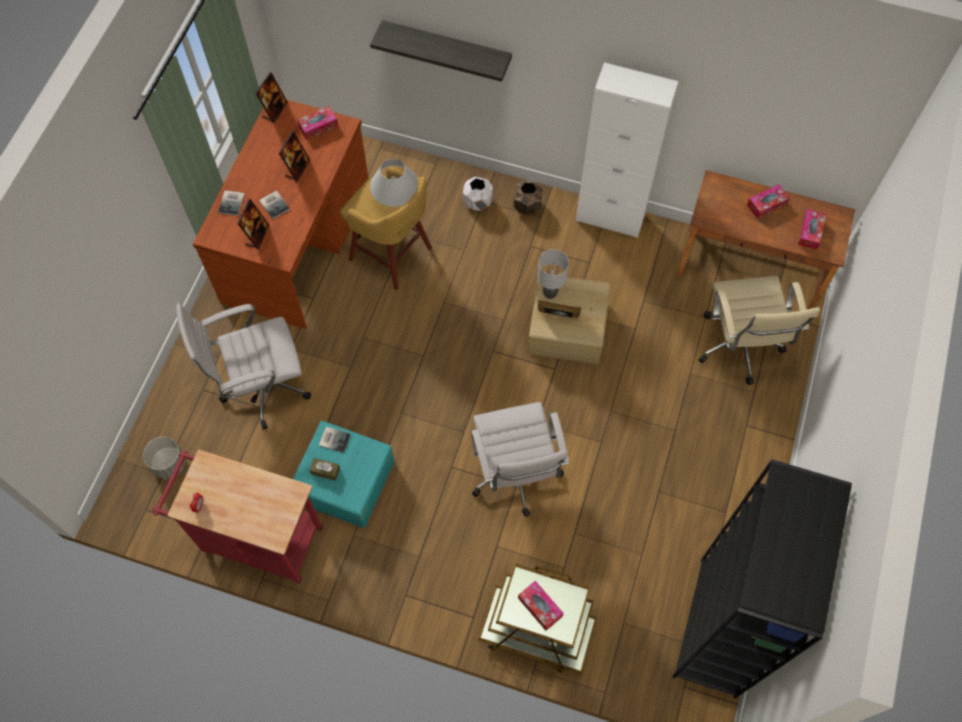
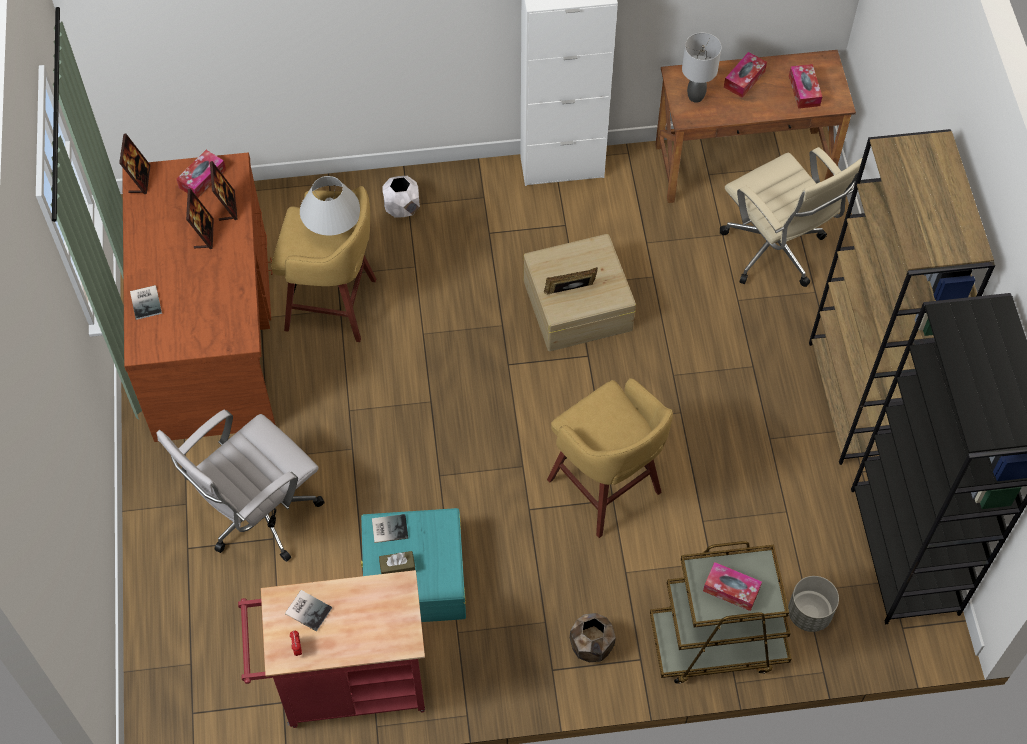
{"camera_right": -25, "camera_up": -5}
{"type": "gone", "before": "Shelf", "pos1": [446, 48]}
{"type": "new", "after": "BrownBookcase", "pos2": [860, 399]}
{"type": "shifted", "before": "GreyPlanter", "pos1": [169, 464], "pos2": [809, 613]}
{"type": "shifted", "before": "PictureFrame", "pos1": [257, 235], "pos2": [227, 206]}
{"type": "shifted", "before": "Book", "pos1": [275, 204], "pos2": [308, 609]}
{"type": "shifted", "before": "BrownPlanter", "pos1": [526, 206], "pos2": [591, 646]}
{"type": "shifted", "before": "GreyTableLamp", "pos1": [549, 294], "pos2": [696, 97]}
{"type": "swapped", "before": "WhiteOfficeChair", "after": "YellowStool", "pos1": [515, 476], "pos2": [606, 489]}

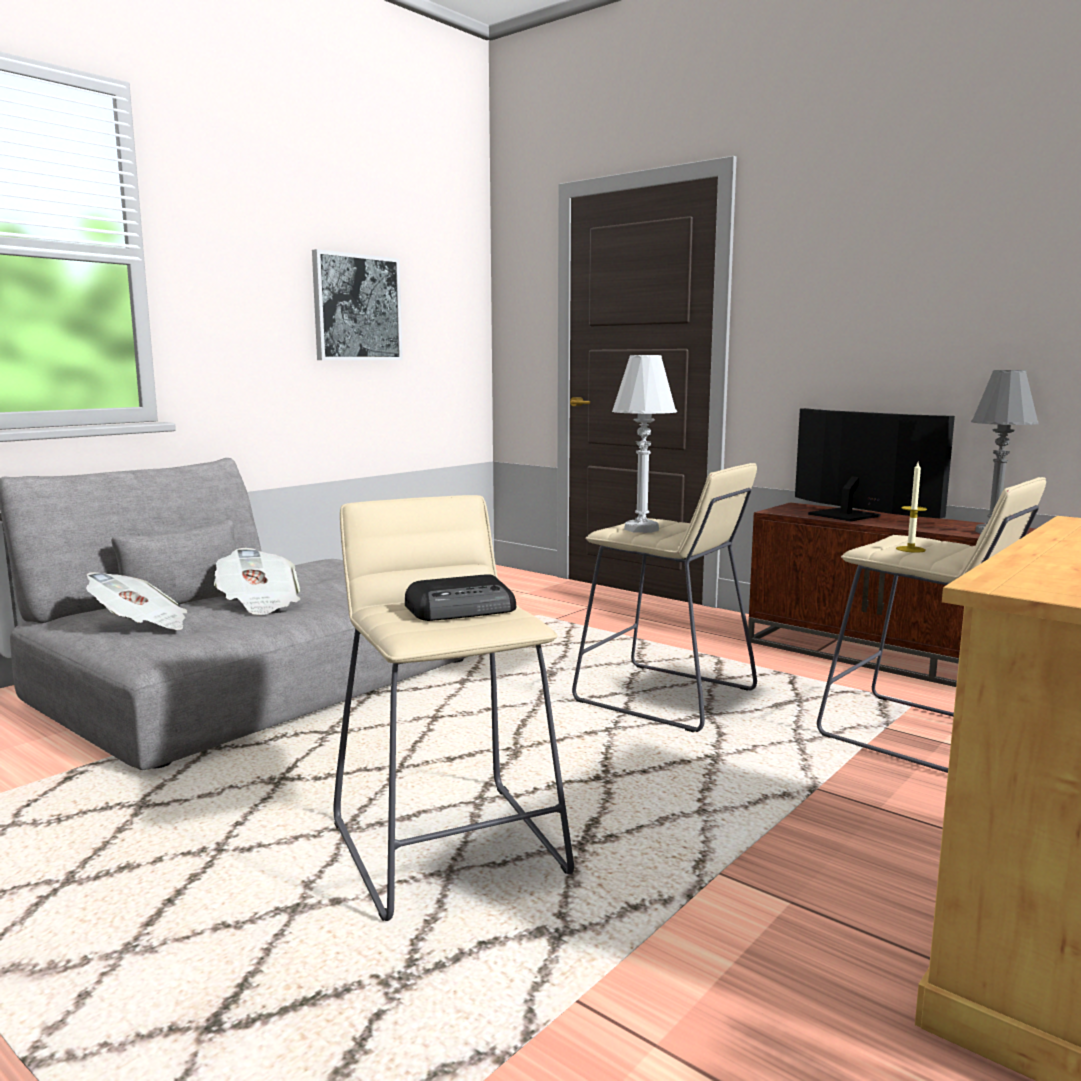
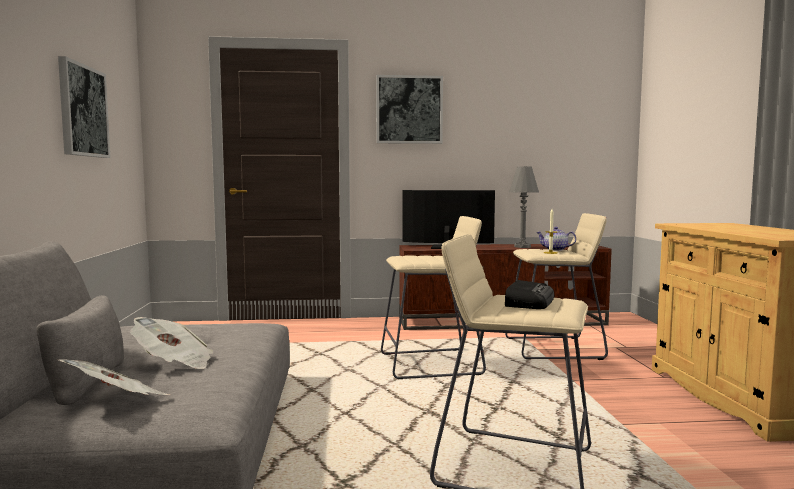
{"camera_right": -45, "camera_up": -5}
{"type": "gone", "before": "WhiteTableLamp", "pos1": [641, 529]}
{"type": "new", "after": "Picture", "pos2": [409, 110]}
{"type": "new", "after": "Teapot", "pos2": [555, 249]}

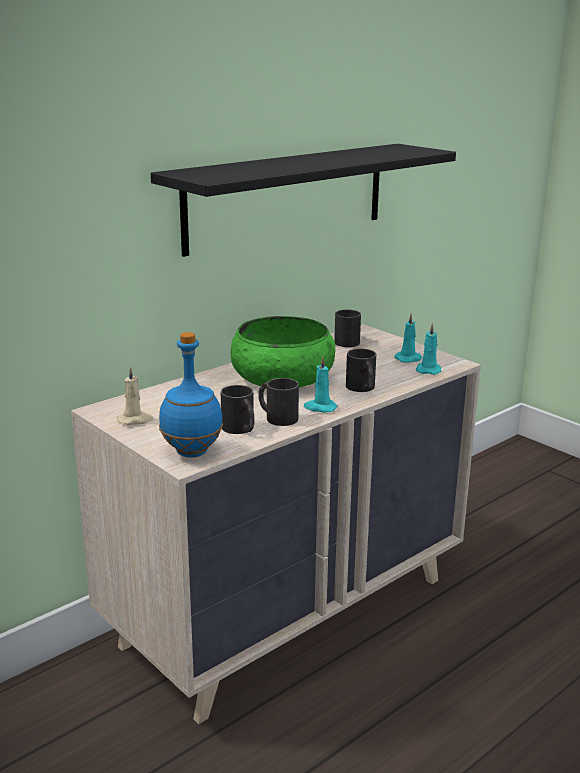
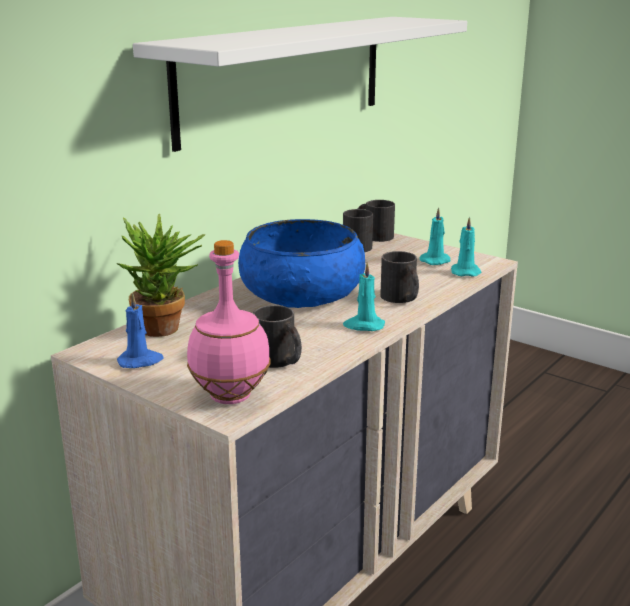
{"camera_right": -10, "camera_up": 0}
{"type": "new", "after": "PottedPlant", "pos2": [166, 330]}
{"type": "shifted", "before": "BlackMug", "pos1": [276, 417], "pos2": [373, 236]}
{"type": "repainted", "before": "BeigeCandle", "after": "BlueCandle", "pos1": [135, 420], "pos2": [140, 361]}
{"type": "repainted", "before": "BlackShelf", "after": "WhiteShelf", "pos1": [287, 196], "pos2": [284, 77]}
{"type": "repainted", "before": "BlueBottle", "after": "PinkBottle", "pos1": [192, 451], "pos2": [230, 396]}
{"type": "repainted", "before": "GreenBowl", "after": "BlueBowl", "pos1": [282, 377], "pos2": [302, 293]}

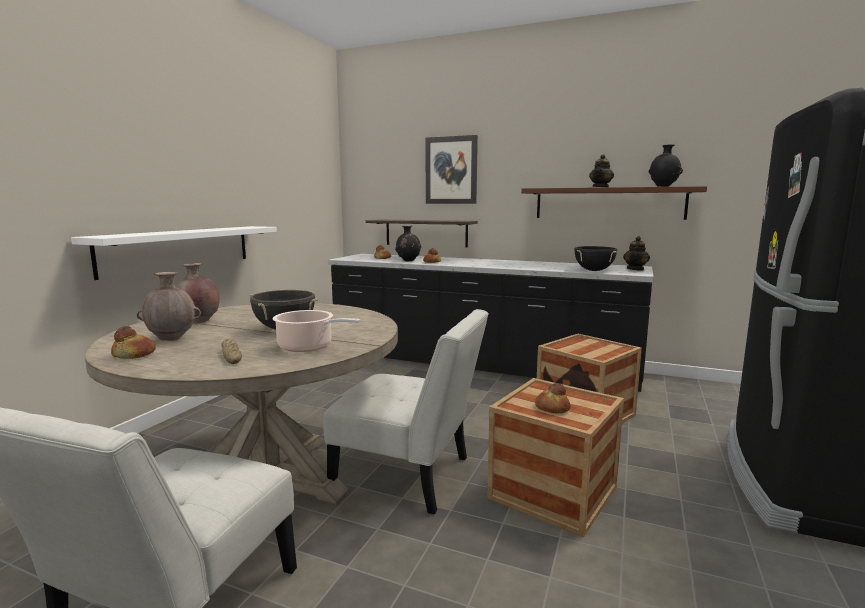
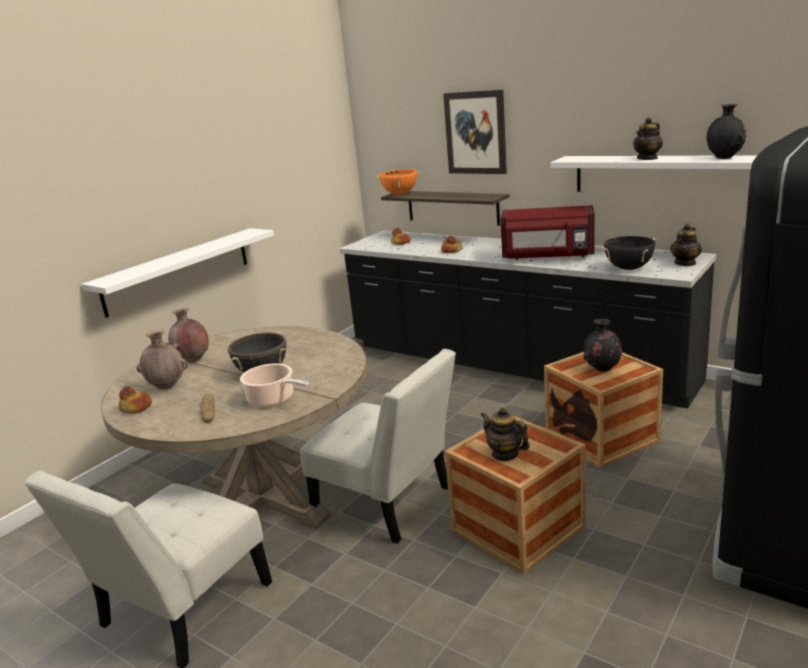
{"camera_right": 15, "camera_up": 10}
{"type": "new", "after": "OrangeCookingPot", "pos2": [399, 194]}
{"type": "new", "after": "RedMicrowave", "pos2": [547, 256]}
{"type": "shifted", "before": "BlackVase", "pos1": [408, 261], "pos2": [602, 369]}
{"type": "swapped", "before": "Bread", "after": "Teapot", "pos1": [552, 408], "pos2": [505, 454]}
{"type": "repainted", "before": "BrownShelf", "after": "WhiteShelf", "pos1": [608, 203], "pos2": [662, 174]}

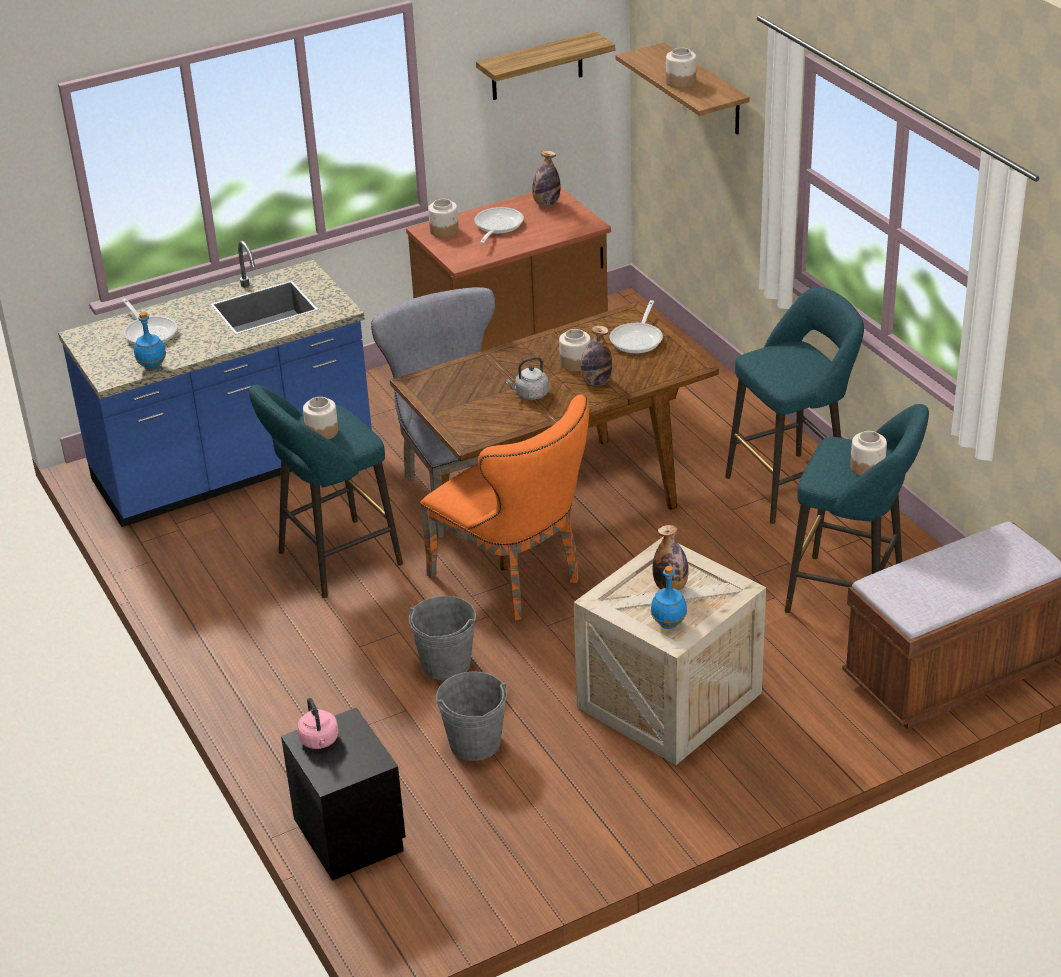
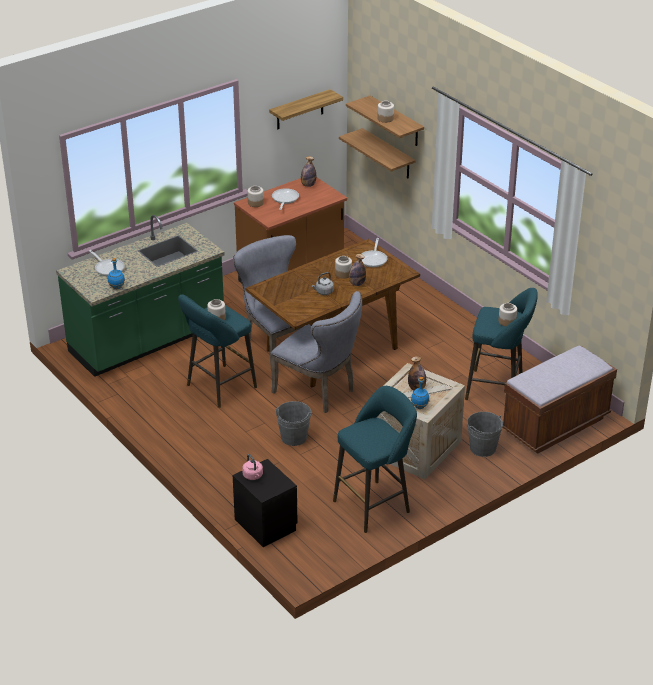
{"camera_right": -10, "camera_up": 0}
{"type": "new", "after": "Shelf", "pos2": [388, 154]}
{"type": "shifted", "before": "GreyBucket", "pos1": [475, 743], "pos2": [483, 448]}
{"type": "shifted", "before": "TurquoiseStool", "pos1": [792, 486], "pos2": [375, 504]}
{"type": "repainted", "before": "BlueCounter", "after": "GreenCounter", "pos1": [234, 468], "pos2": [148, 340]}
{"type": "repainted", "before": "OrangeChair", "after": "GreyChair", "pos1": [514, 579], "pos2": [319, 391]}

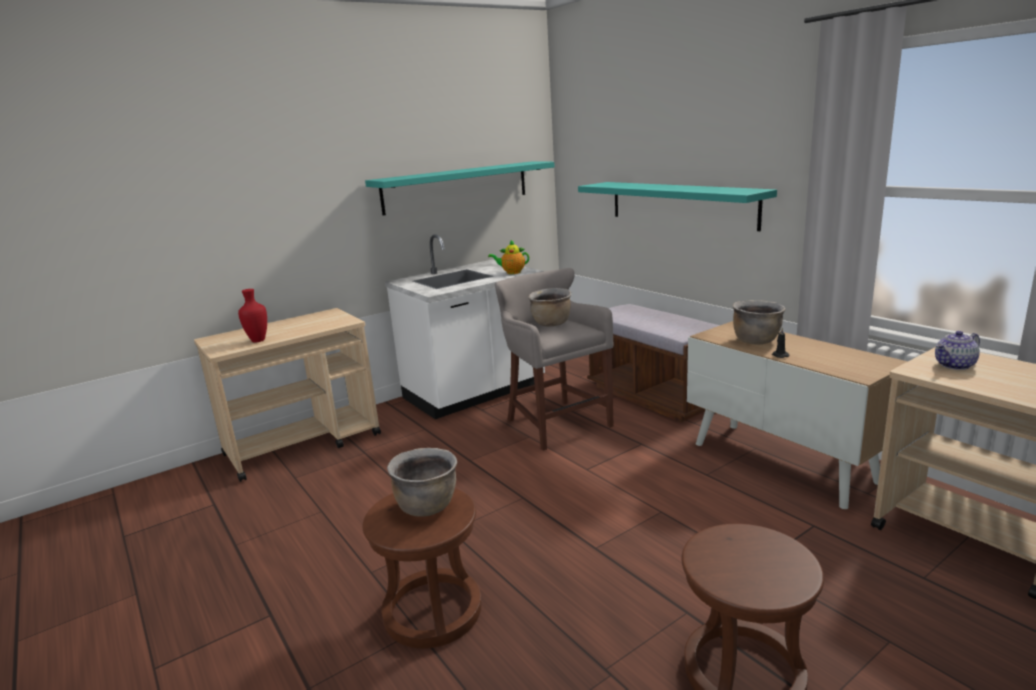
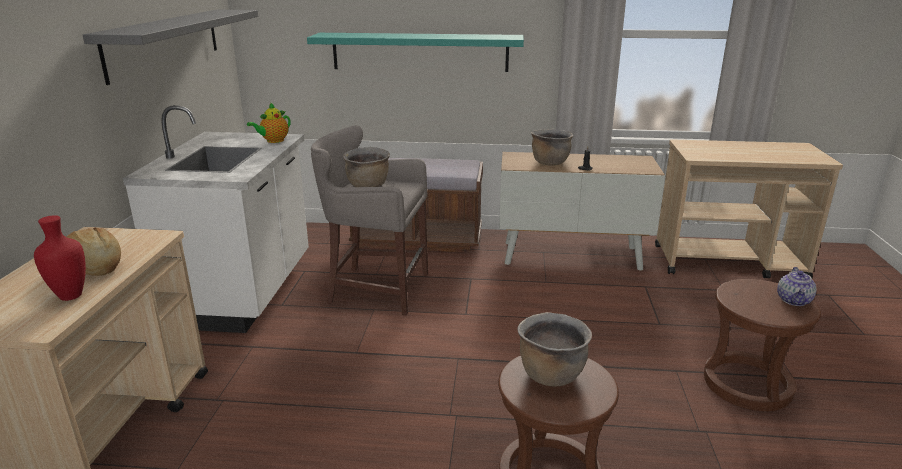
{"camera_right": -50, "camera_up": 5}
{"type": "new", "after": "Bread", "pos2": [94, 266]}
{"type": "shifted", "before": "Teapot", "pos1": [955, 365], "pos2": [794, 300]}
{"type": "repainted", "before": "TurquoiseShelf", "after": "GreyShelf", "pos1": [456, 187], "pos2": [165, 42]}

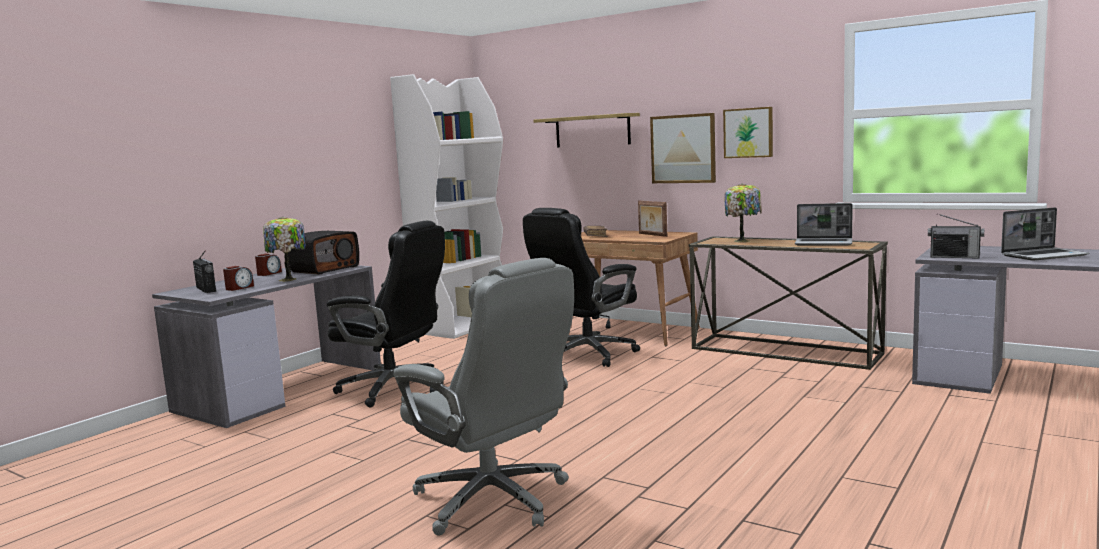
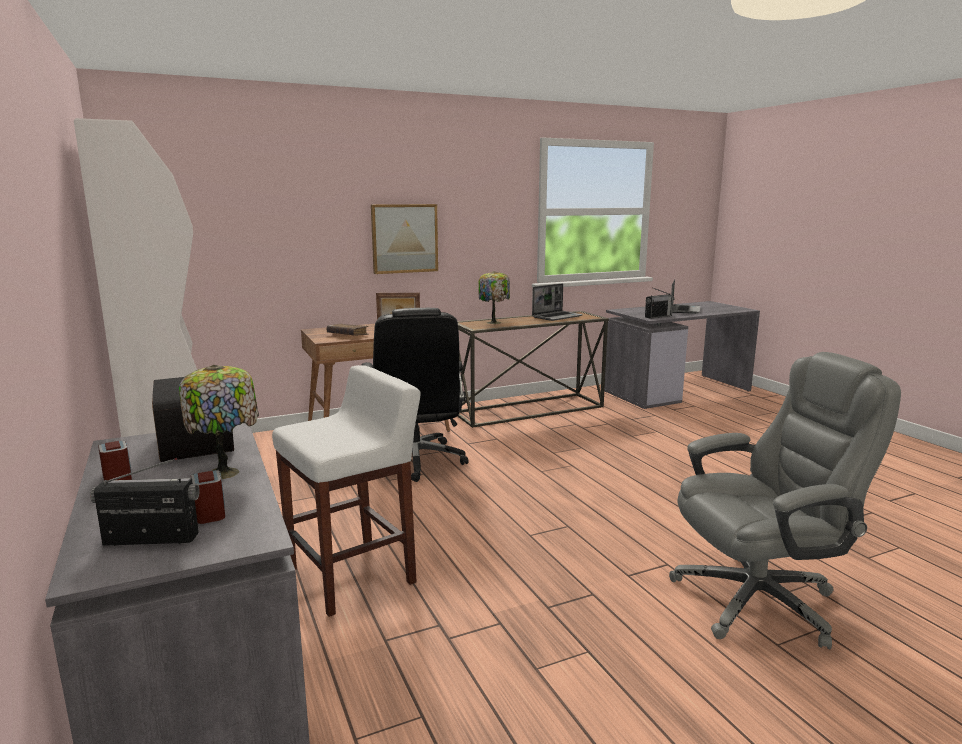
{"camera_right": -60, "camera_up": 5}
{"type": "gone", "before": "Shelf", "pos1": [592, 131]}
{"type": "gone", "before": "Picture", "pos1": [748, 132]}
{"type": "swapped", "before": "BlackOfficeChair", "after": "WhiteStool", "pos1": [394, 389], "pos2": [353, 575]}

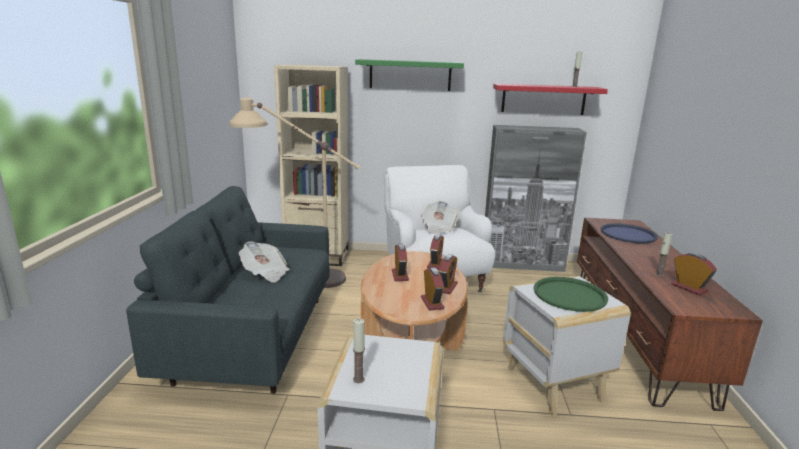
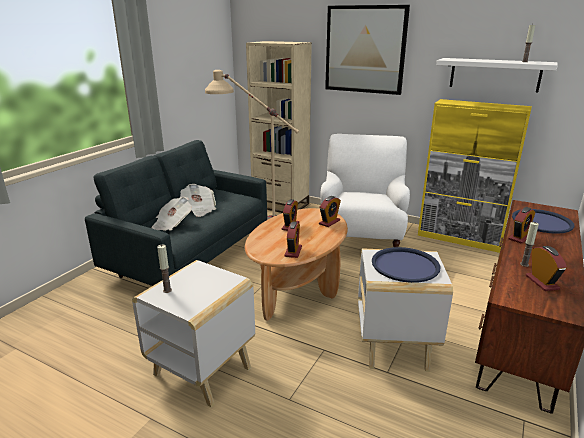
{"camera_right": 25, "camera_up": 5}
{"type": "shifted", "before": "Newspaper", "pos1": [438, 228], "pos2": [172, 224]}
{"type": "shifted", "before": "AlarmClock", "pos1": [446, 287], "pos2": [520, 237]}
{"type": "swapped", "before": "GreenShelf", "after": "Picture", "pos1": [410, 75], "pos2": [365, 49]}
{"type": "repainted", "before": "GreyCabinet", "after": "YellowCabinet", "pos1": [522, 264], "pos2": [459, 239]}
{"type": "repainted", "before": "RedShelf", "after": "WhiteShelf", "pos1": [543, 99], "pos2": [494, 74]}
{"type": "repainted", "before": "GreenTray", "after": "BlueTray", "pos1": [569, 295], "pos2": [405, 265]}

